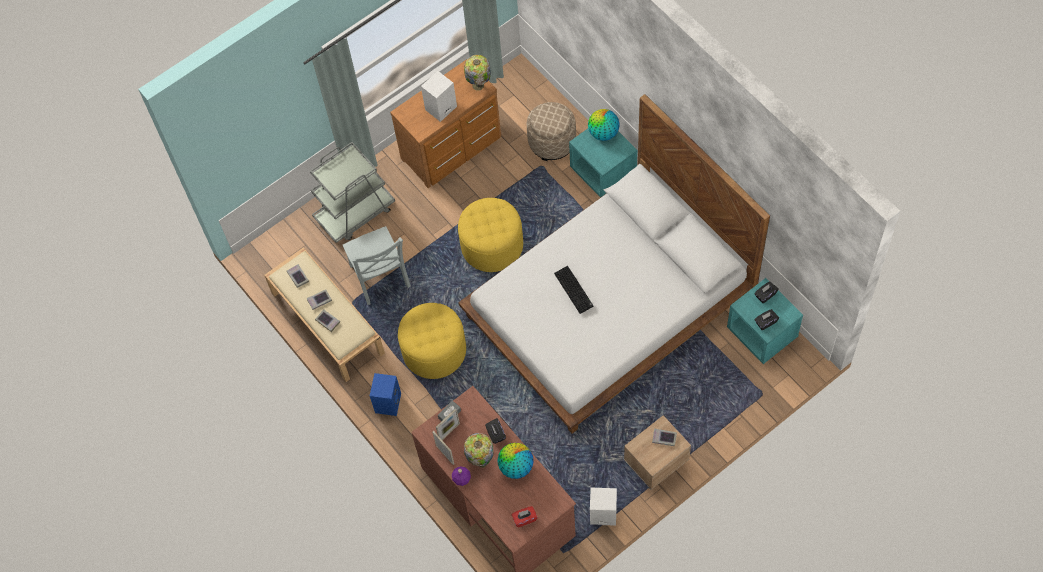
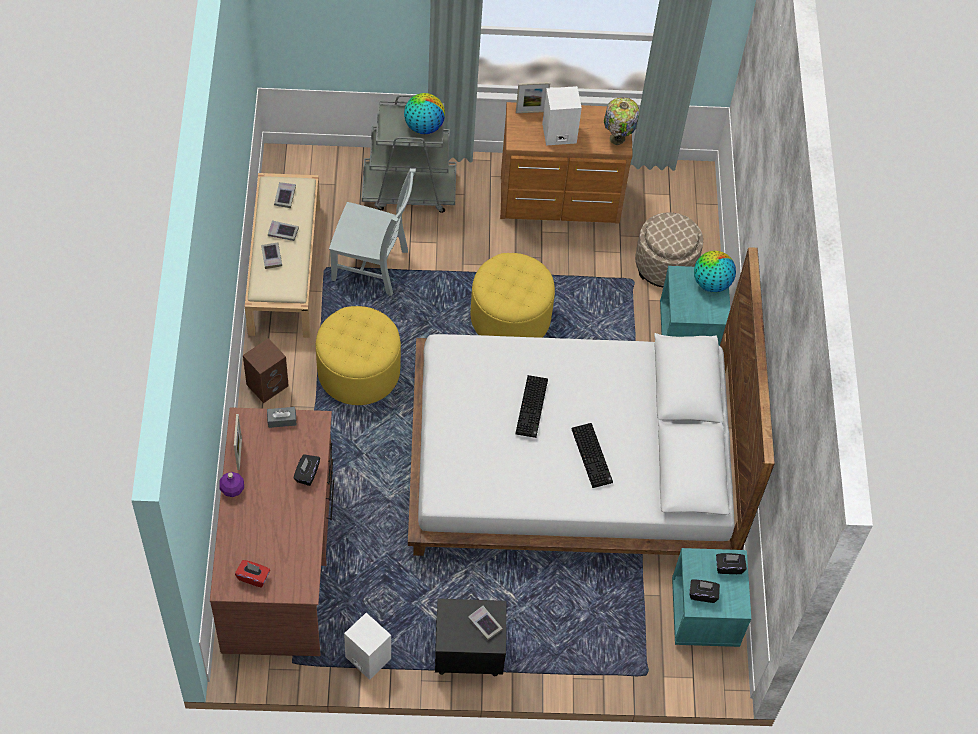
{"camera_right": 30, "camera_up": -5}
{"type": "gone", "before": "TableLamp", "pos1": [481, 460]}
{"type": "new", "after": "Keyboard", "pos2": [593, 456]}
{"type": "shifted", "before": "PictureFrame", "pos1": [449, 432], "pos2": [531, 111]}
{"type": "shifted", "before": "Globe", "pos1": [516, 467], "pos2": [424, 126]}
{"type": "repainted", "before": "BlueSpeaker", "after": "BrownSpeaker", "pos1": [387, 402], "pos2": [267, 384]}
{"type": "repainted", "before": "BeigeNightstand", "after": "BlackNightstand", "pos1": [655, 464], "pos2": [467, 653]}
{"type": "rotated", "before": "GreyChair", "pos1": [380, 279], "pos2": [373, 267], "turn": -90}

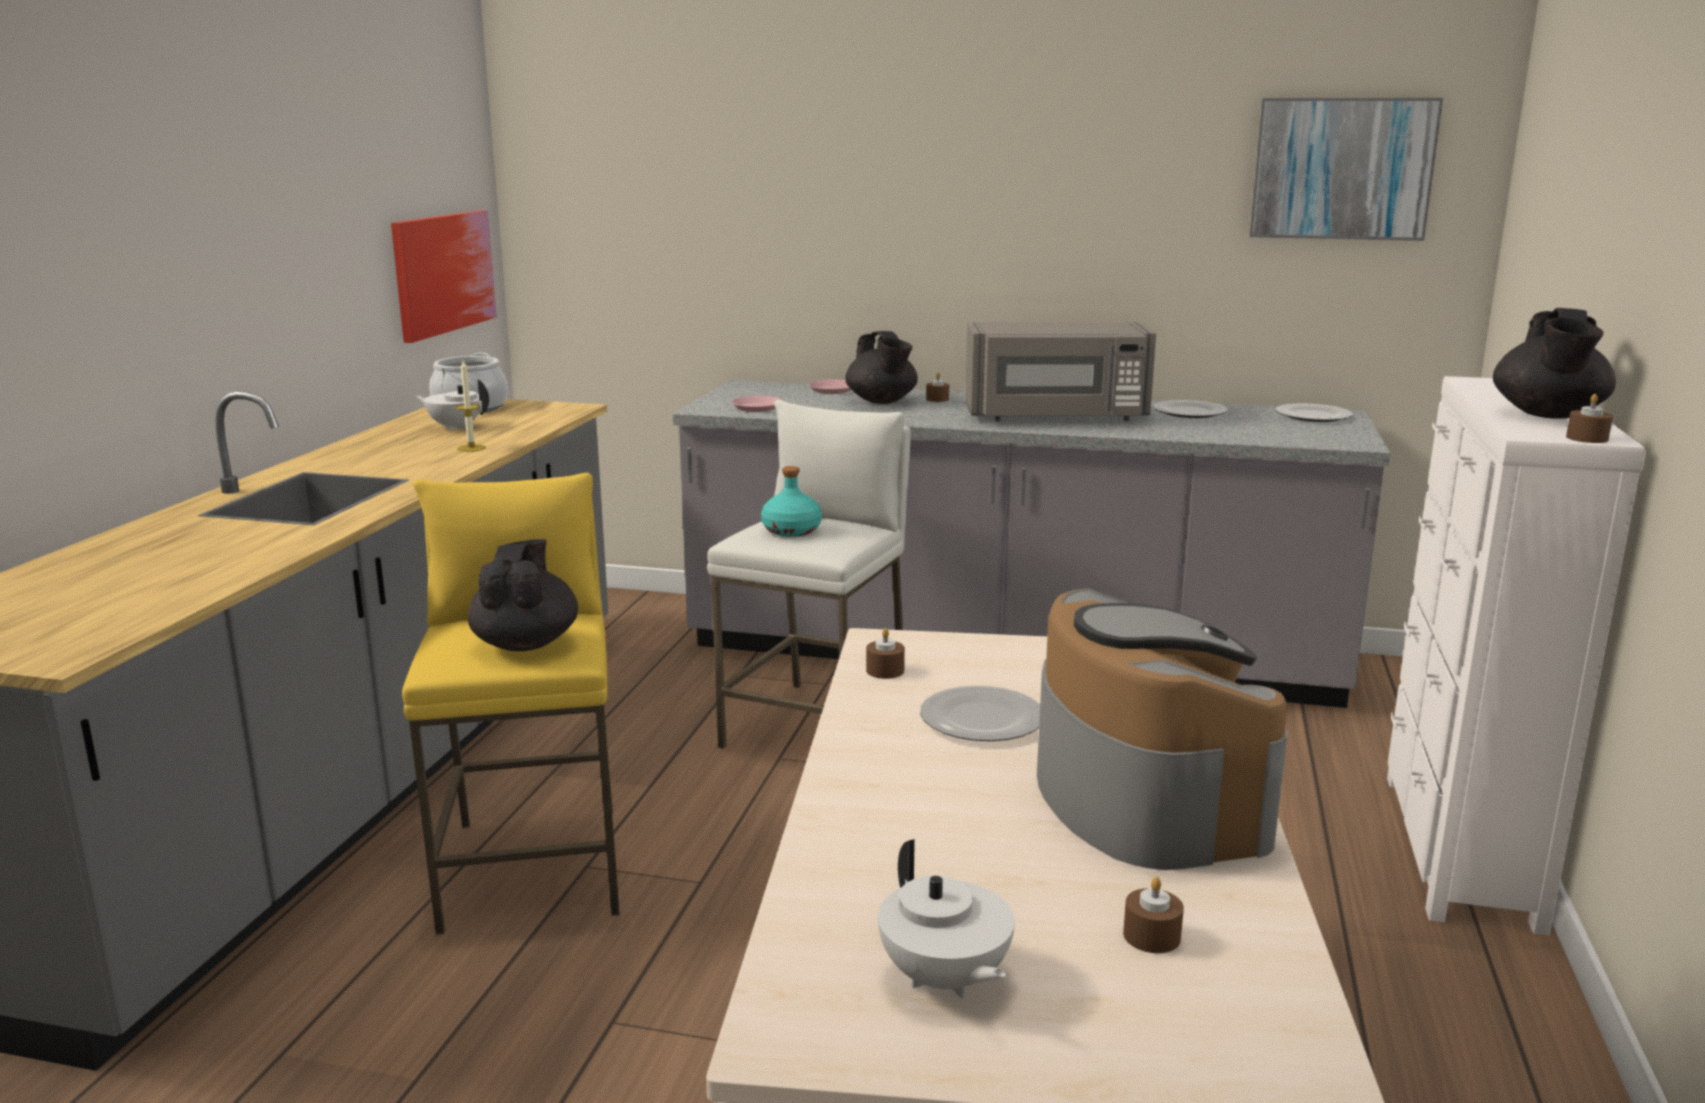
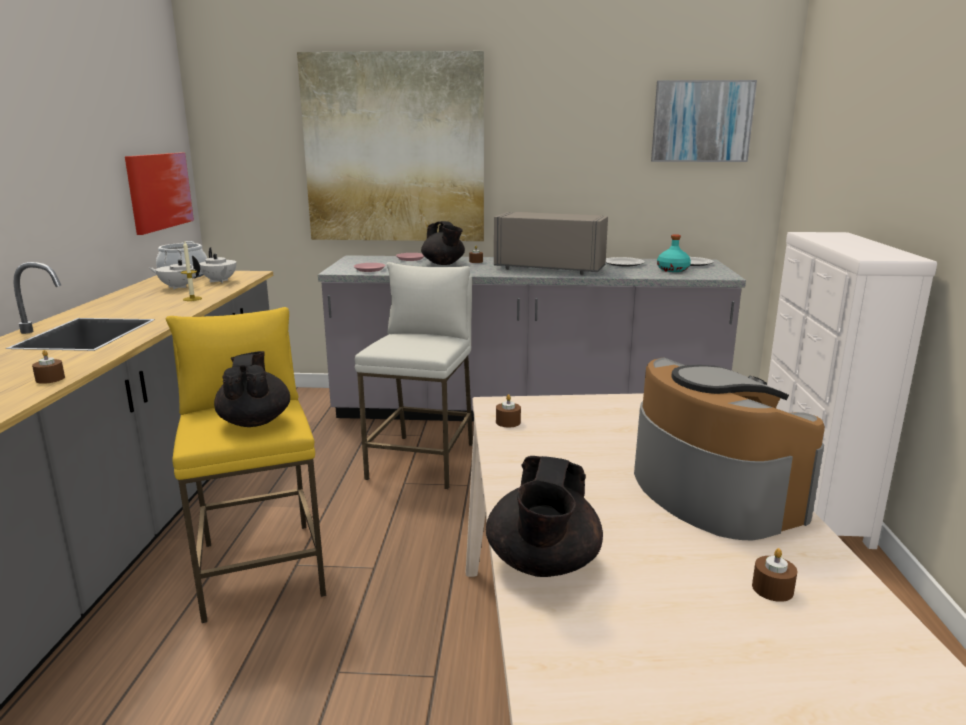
{"camera_right": -10, "camera_up": 0}
{"type": "gone", "before": "Plate", "pos1": [982, 720]}
{"type": "new", "after": "Picture", "pos2": [394, 149]}
{"type": "shifted", "before": "TurquoiseBottle", "pos1": [791, 531], "pos2": [672, 270]}
{"type": "shifted", "before": "WhiteTeapot", "pos1": [944, 979], "pos2": [219, 281]}
{"type": "shifted", "before": "BlackTeapot", "pos1": [1547, 415], "pos2": [543, 565]}
{"type": "shifted", "before": "BrownCandle", "pos1": [1587, 438], "pos2": [50, 379]}
{"type": "rotated", "before": "GreyMicrowave", "pos1": [1056, 416], "pos2": [550, 268], "turn": -150}

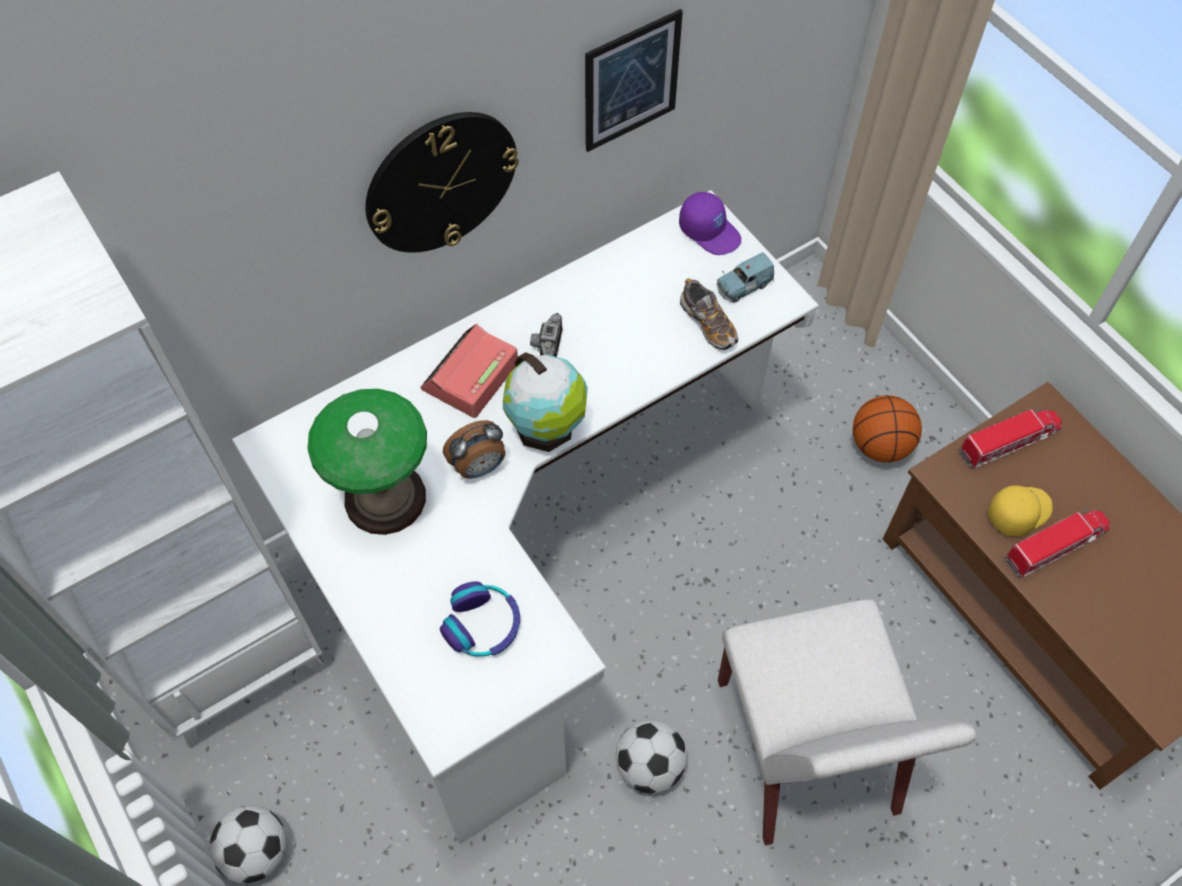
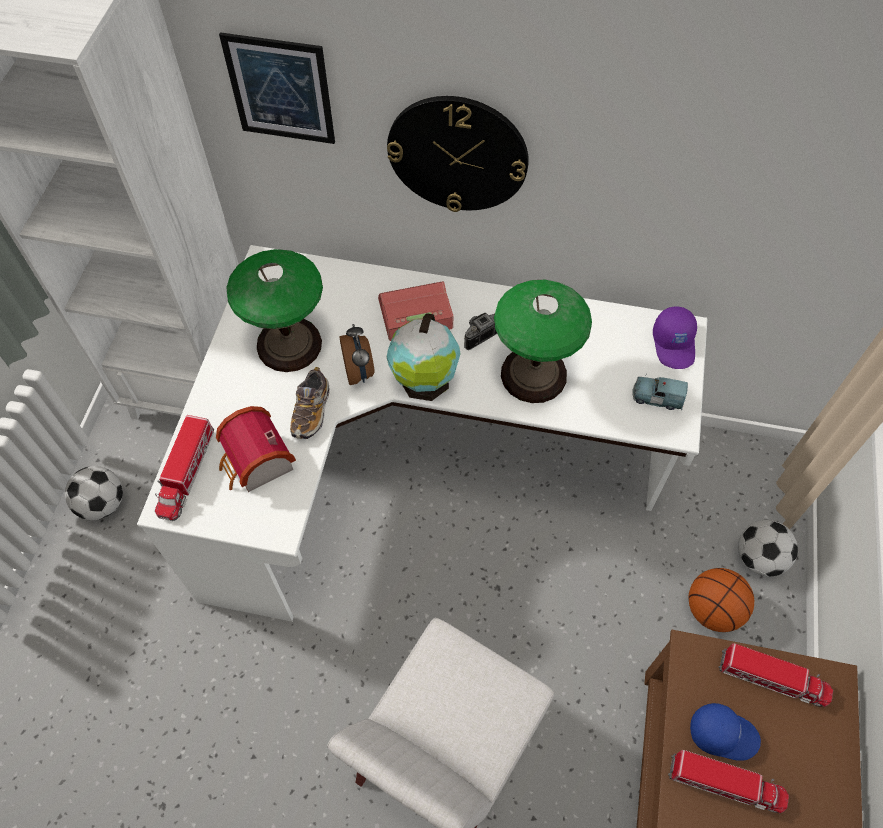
{"camera_right": 45, "camera_up": 0}
{"type": "new", "after": "ToyTruck", "pos2": [186, 473]}
{"type": "new", "after": "TableLamp", "pos2": [533, 375]}
{"type": "shifted", "before": "Picture", "pos1": [631, 81], "pos2": [280, 89]}
{"type": "shifted", "before": "Football", "pos1": [650, 766], "pos2": [759, 558]}
{"type": "shifted", "before": "Shoe", "pos1": [708, 324], "pos2": [311, 411]}
{"type": "swapped", "before": "Headphones", "after": "ToyHouse", "pos1": [483, 625], "pos2": [257, 465]}
{"type": "repainted", "before": "YellowCap", "after": "BlueCap", "pos1": [1018, 511], "pos2": [723, 733]}
{"type": "rotated", "before": "AlarmClock", "pos1": [479, 467], "pos2": [359, 372], "turn": -120}

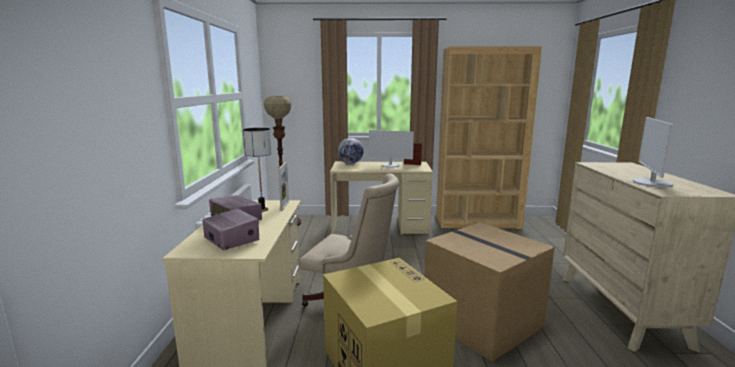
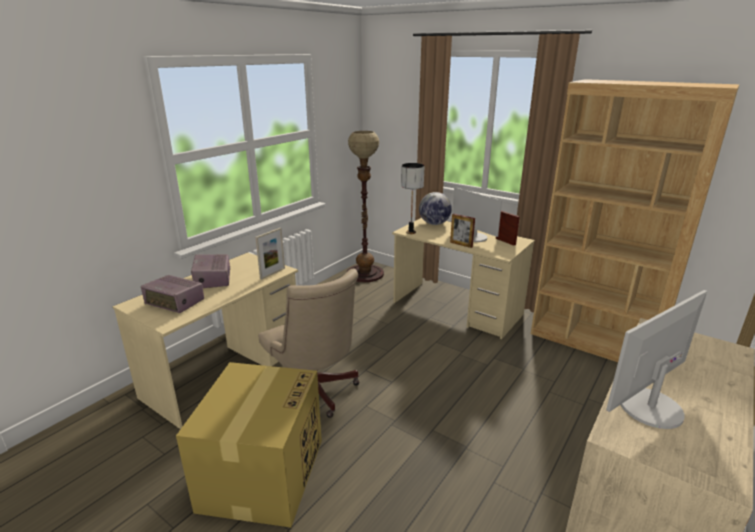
{"camera_right": 35, "camera_up": 10}
{"type": "gone", "before": "CardboardBox", "pos1": [484, 322]}
{"type": "new", "after": "PictureFrame", "pos2": [461, 244]}
{"type": "shifted", "before": "TableLamp", "pos1": [262, 210], "pos2": [411, 232]}
{"type": "rotated", "before": "Radio", "pos1": [231, 240], "pos2": [175, 303], "turn": 120}

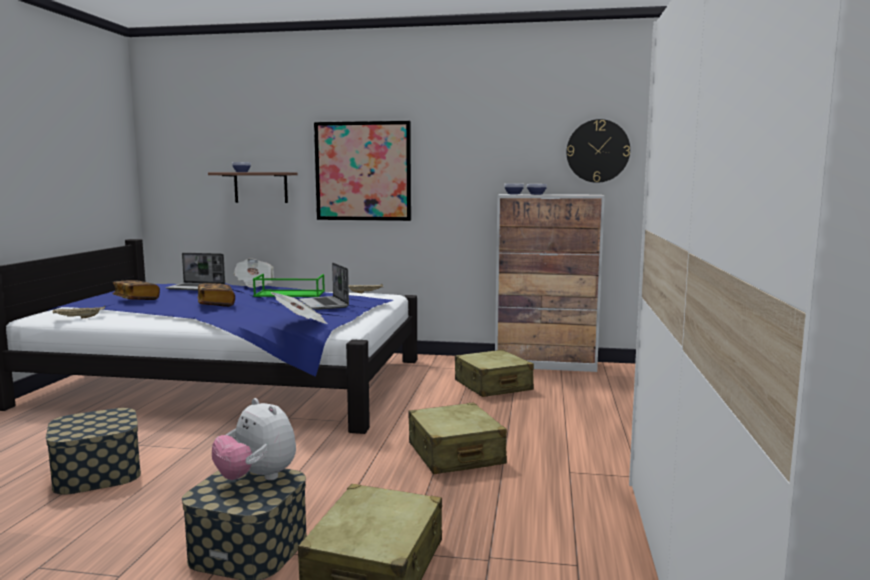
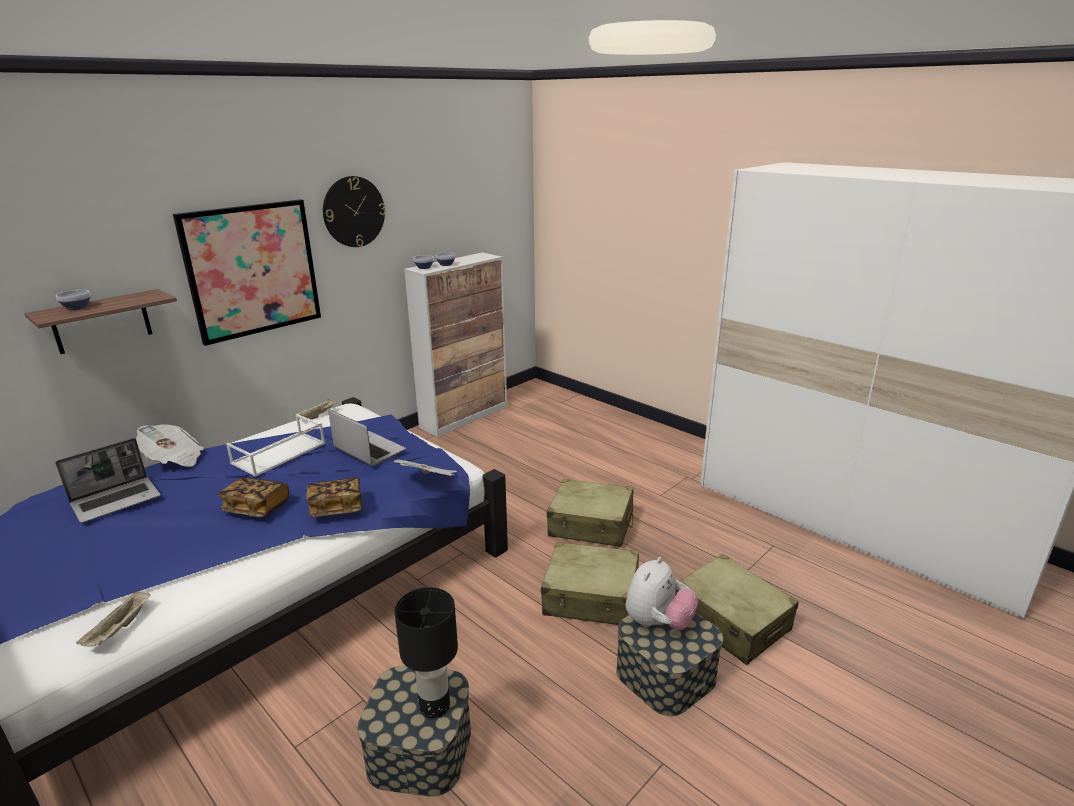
{"camera_right": -55, "camera_up": 15}
{"type": "new", "after": "BlackTableLamp", "pos2": [434, 706]}
{"type": "shifted", "before": "Book", "pos1": [136, 299], "pos2": [336, 508]}
{"type": "shifted", "before": "BeigeSuitcase", "pos1": [492, 386], "pos2": [591, 597]}
{"type": "shifted", "before": "WallClock", "pos1": [597, 151], "pos2": [354, 212]}
{"type": "repainted", "before": "GreenTray", "after": "WhiteTray", "pos1": [289, 294], "pos2": [279, 454]}
{"type": "rotated", "before": "PlushToy", "pos1": [257, 478], "pos2": [657, 622], "turn": -45}
{"type": "rotated", "before": "Laptop", "pos1": [324, 304], "pos2": [368, 450], "turn": -150}

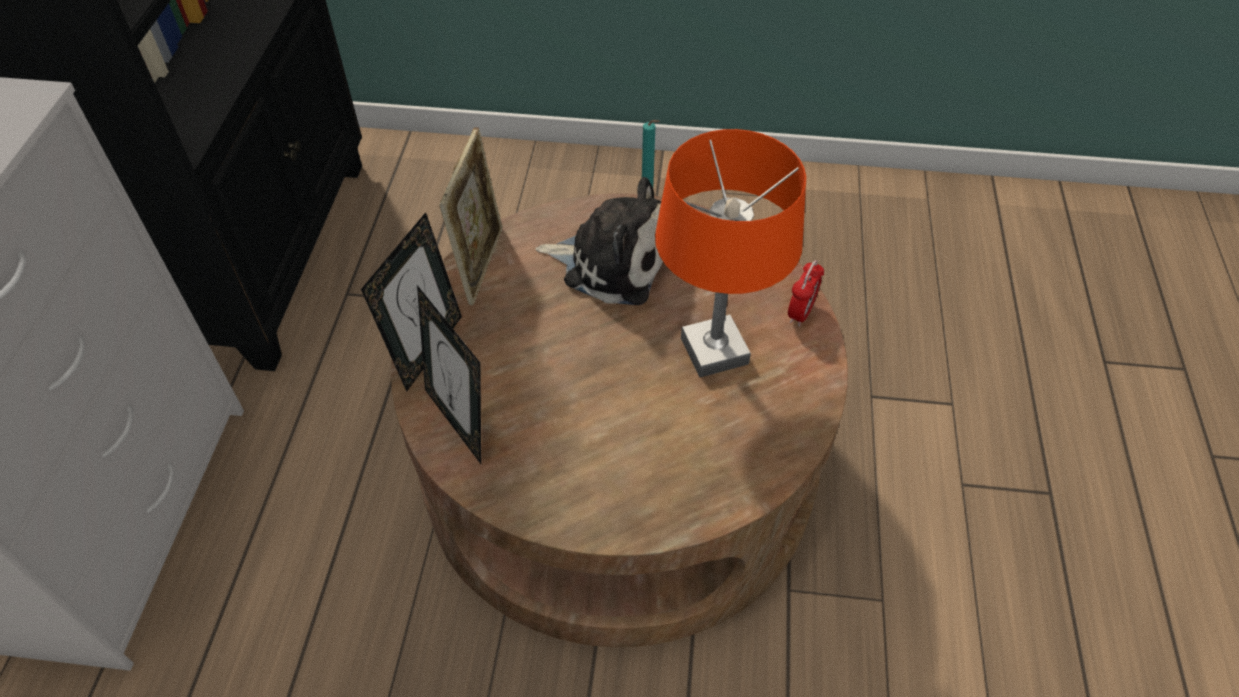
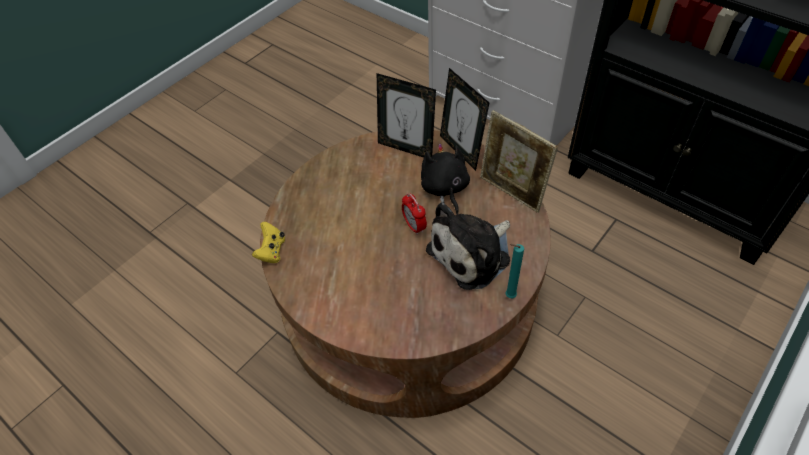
{"camera_right": 125, "camera_up": 0}
{"type": "gone", "before": "OrangeTableLamp", "pos1": [714, 352]}
{"type": "new", "after": "YellowGameController", "pos2": [272, 251]}
{"type": "new", "after": "BlackPlushToy", "pos2": [445, 189]}
{"type": "shifted", "before": "AlarmClock", "pos1": [800, 313], "pos2": [414, 226]}
{"type": "rotated", "before": "PictureFrame", "pos1": [460, 421], "pos2": [406, 148], "turn": -150}

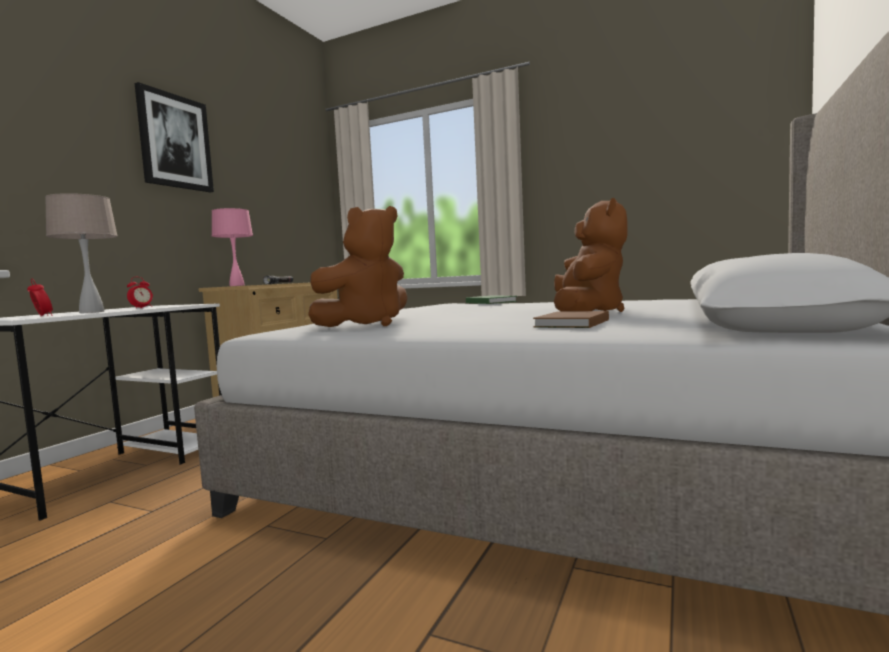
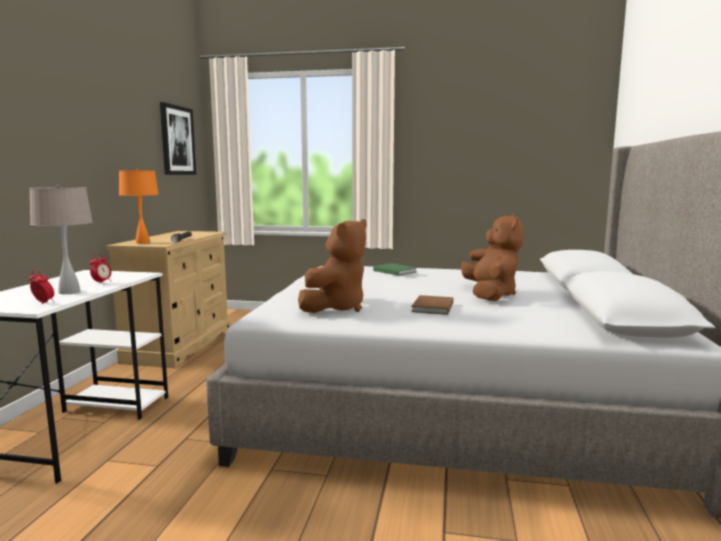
{"camera_right": -15, "camera_up": 5}
{"type": "shifted", "before": "Picture", "pos1": [175, 141], "pos2": [177, 140]}
{"type": "shifted", "before": "BrownBook", "pos1": [570, 323], "pos2": [432, 307]}
{"type": "repainted", "before": "PinkTableLamp", "after": "OrangeTableLamp", "pos1": [236, 285], "pos2": [142, 242]}

